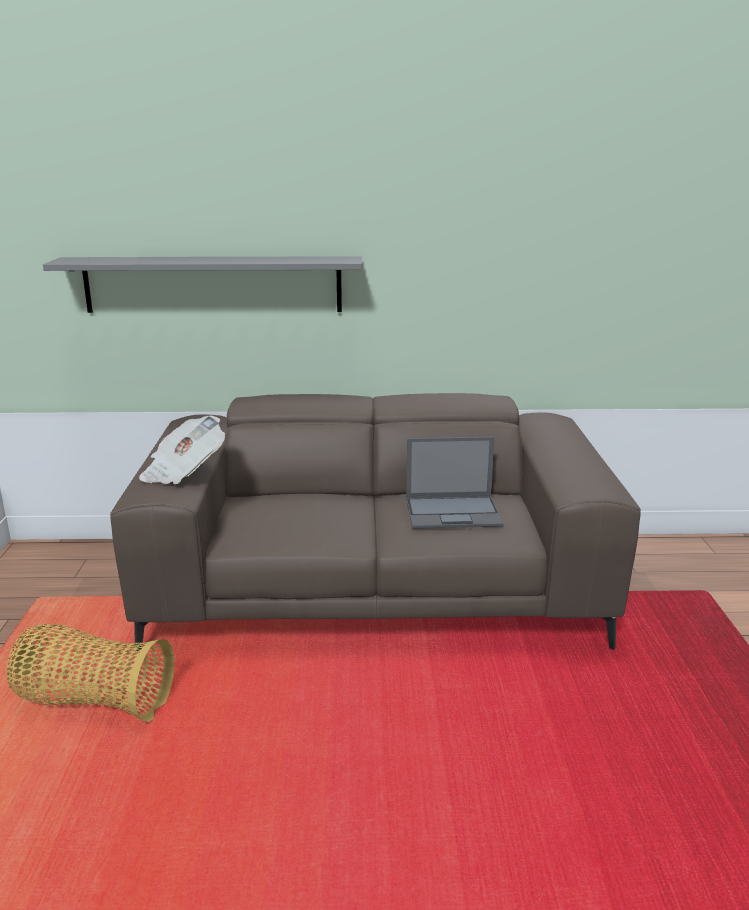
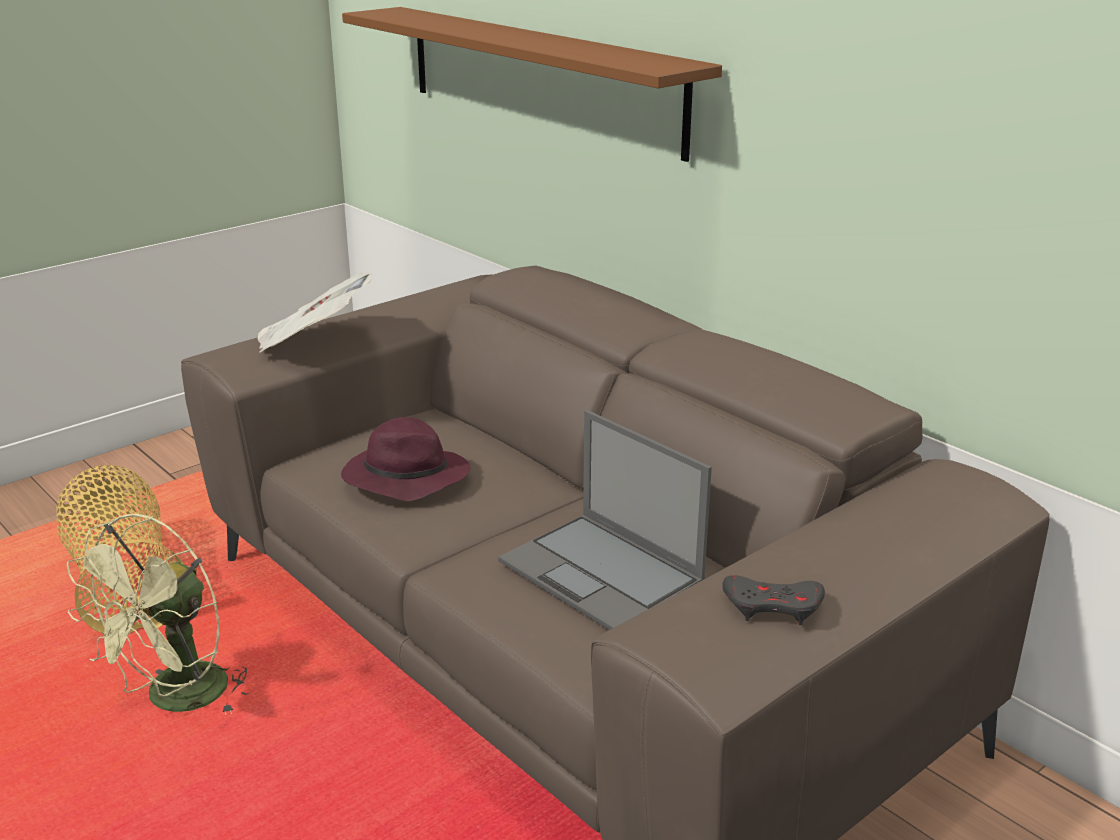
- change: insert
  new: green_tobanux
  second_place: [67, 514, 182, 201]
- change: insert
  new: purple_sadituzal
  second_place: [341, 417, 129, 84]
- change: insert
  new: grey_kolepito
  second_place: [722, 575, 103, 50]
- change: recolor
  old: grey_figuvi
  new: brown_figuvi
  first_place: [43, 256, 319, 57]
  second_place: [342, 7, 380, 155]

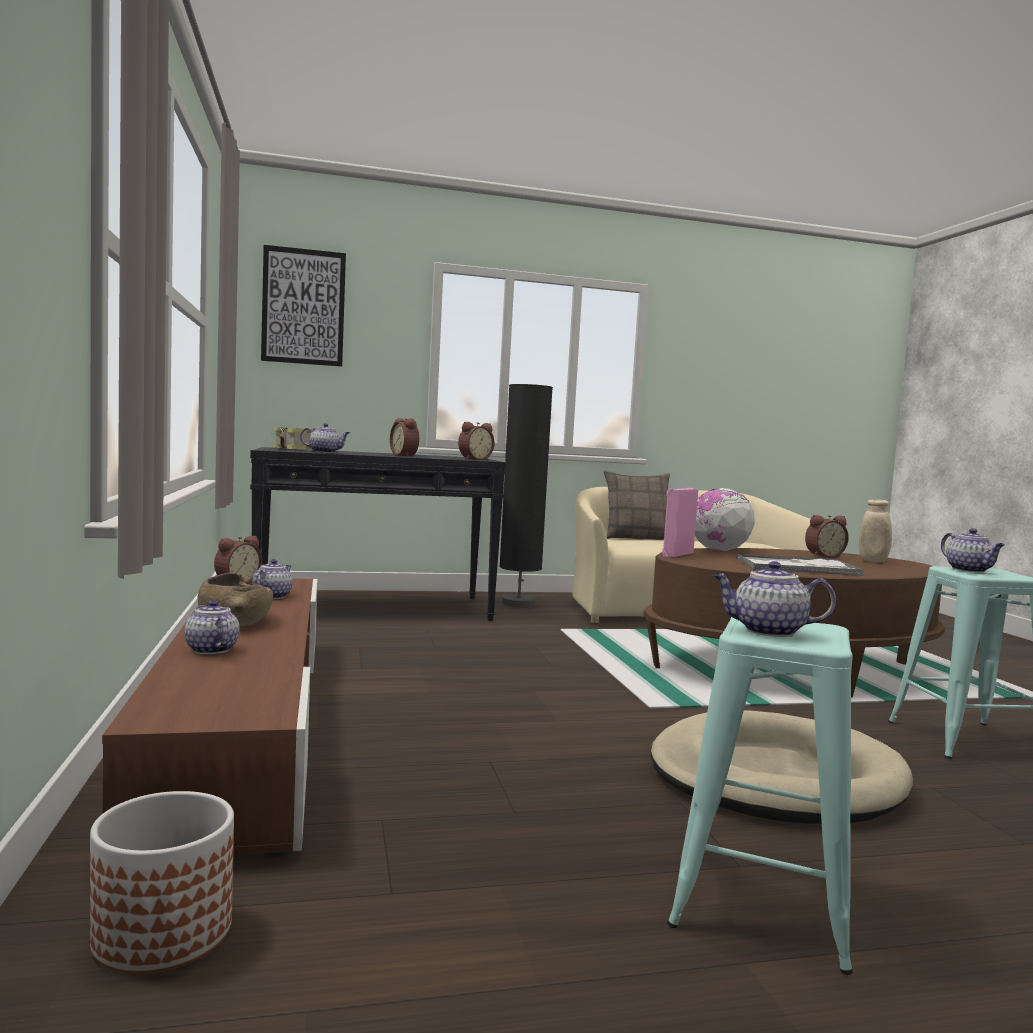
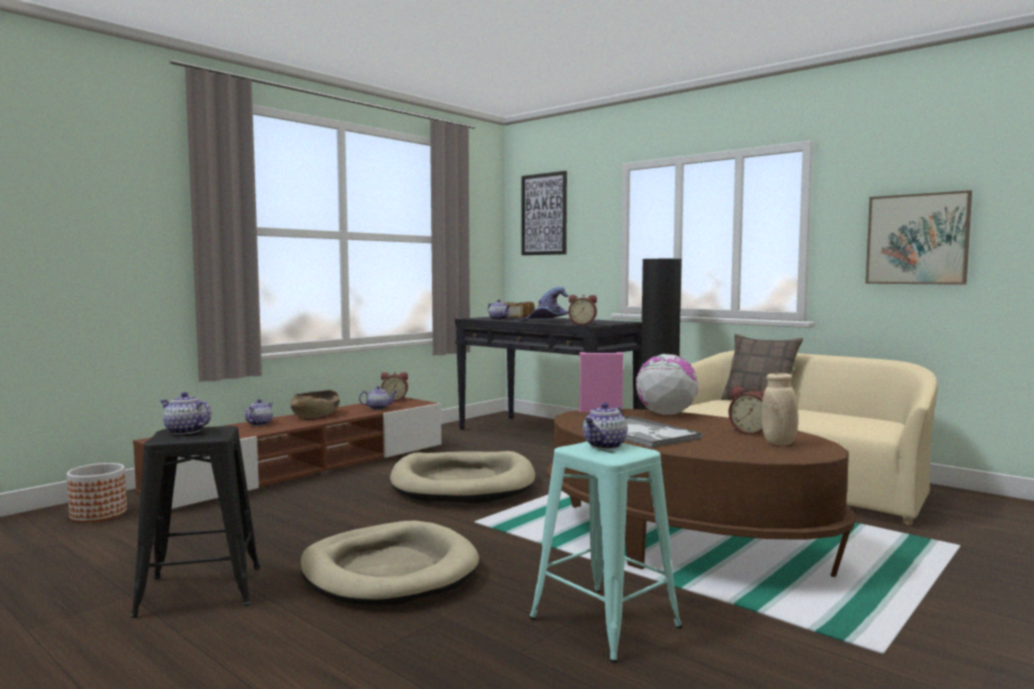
- change: insert
  new: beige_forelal
  second_place: [390, 451, 145, 52]
- change: insert
  new: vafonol
  second_place: [866, 190, 106, 95]
- change: replace
  old: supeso
  new: purple_sadituzal
  first_place: [390, 418, 29, 39]
  second_place: [519, 287, 50, 34]
- change: recolor
  old: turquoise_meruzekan
  new: black_meruzekan
  first_place: [667, 617, 186, 358]
  second_place: [131, 426, 129, 192]
- change: rotate
  old: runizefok
  first_place: [713, 561, 123, 76]
  second_place: [160, 392, 52, 42]
  degrees: -45

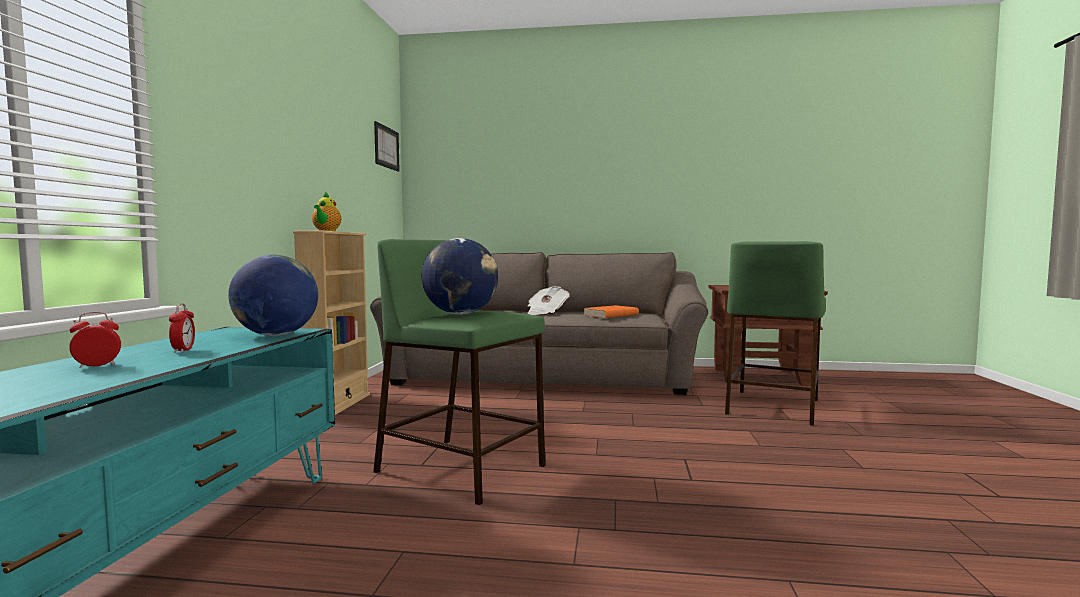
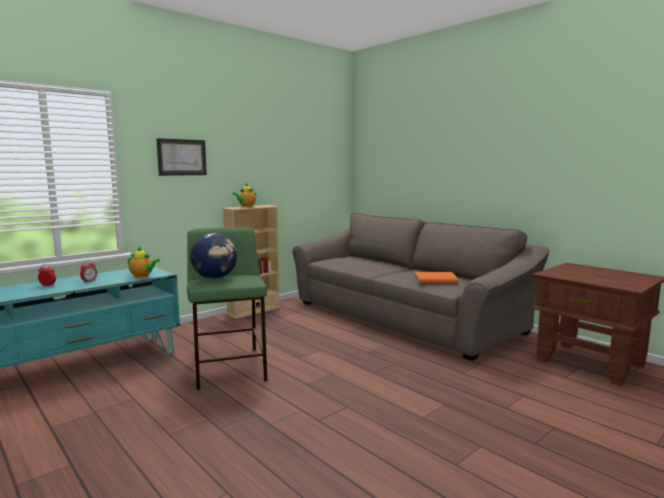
- change: delete
  old: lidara
  first_place: [527, 286, 43, 29]
- change: delete
  old: green_meruzekan
  first_place: [725, 241, 101, 185]
- change: move
  old: vafonol
  first_place: [374, 121, 26, 51]
  second_place: [156, 138, 51, 38]
- change: replace
  old: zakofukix
  new: runizefok
  first_place: [228, 255, 90, 81]
  second_place: [128, 246, 32, 32]

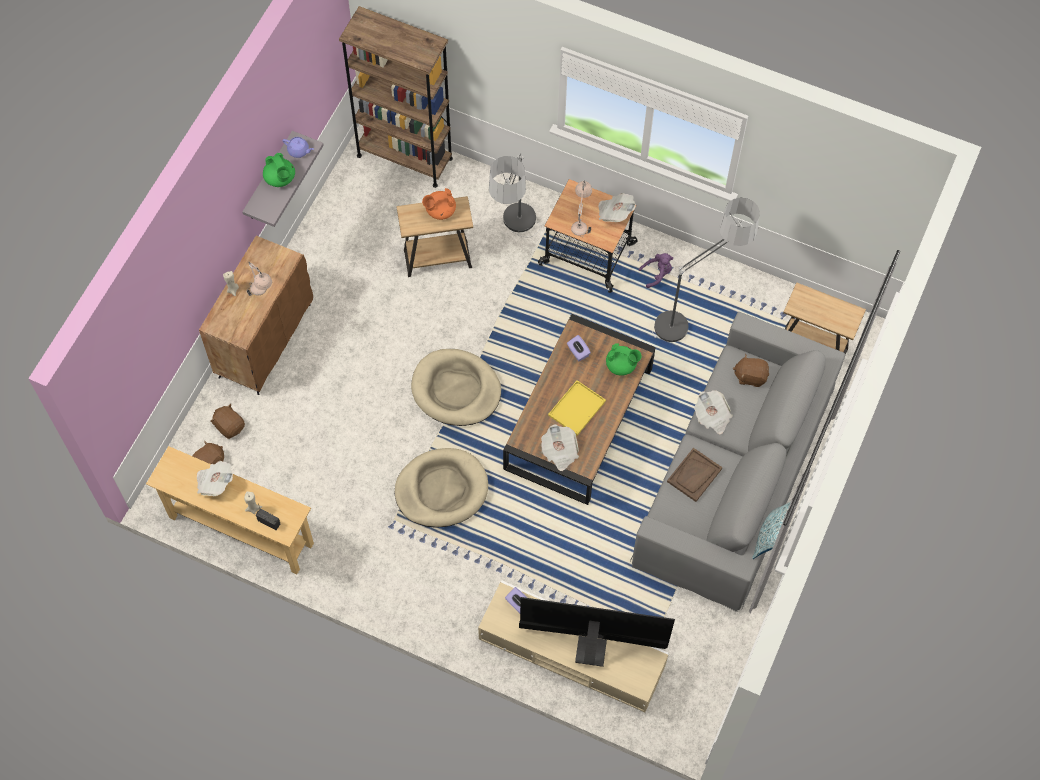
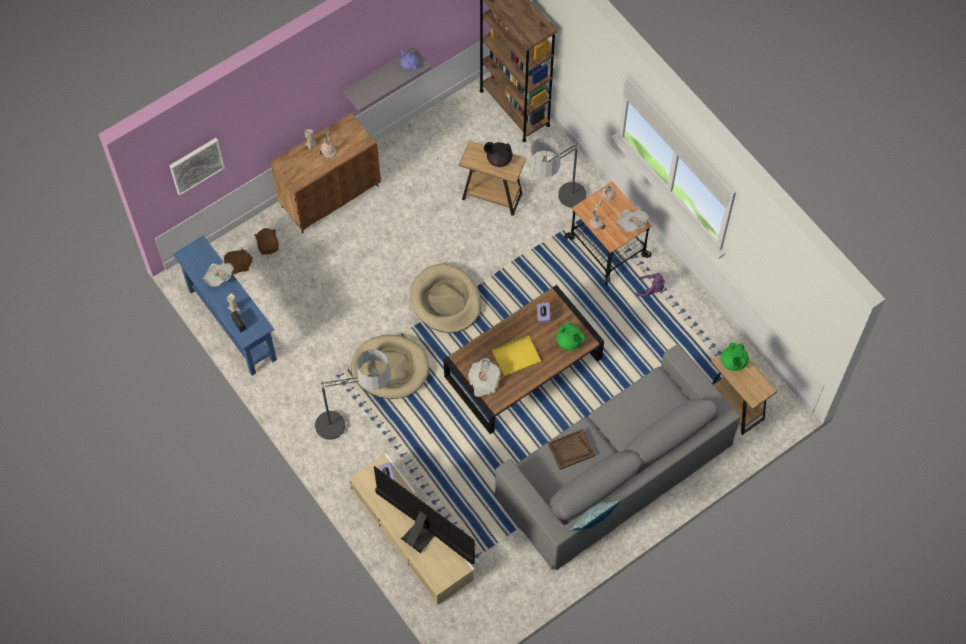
- change: delete
  old: lidara
  first_place: [694, 390, 39, 44]
- change: delete
  old: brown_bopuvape
  first_place: [733, 354, 36, 33]
- change: insert
  new: vafonol
  second_place: [169, 138, 56, 58]
- change: move
  old: green_runizefok
  first_place: [263, 153, 32, 34]
  second_place: [721, 342, 28, 29]
- change: move
  old: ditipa
  first_place: [652, 198, 108, 144]
  second_place: [313, 349, 78, 91]
- change: recolor
  old: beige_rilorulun
  new: blue_rilorulun
  first_place: [146, 446, 168, 128]
  second_place: [172, 236, 105, 140]
- change: recolor
  old: orange_runizefok
  new: black_runizefok
  first_place: [422, 188, 34, 32]
  second_place: [484, 142, 29, 25]

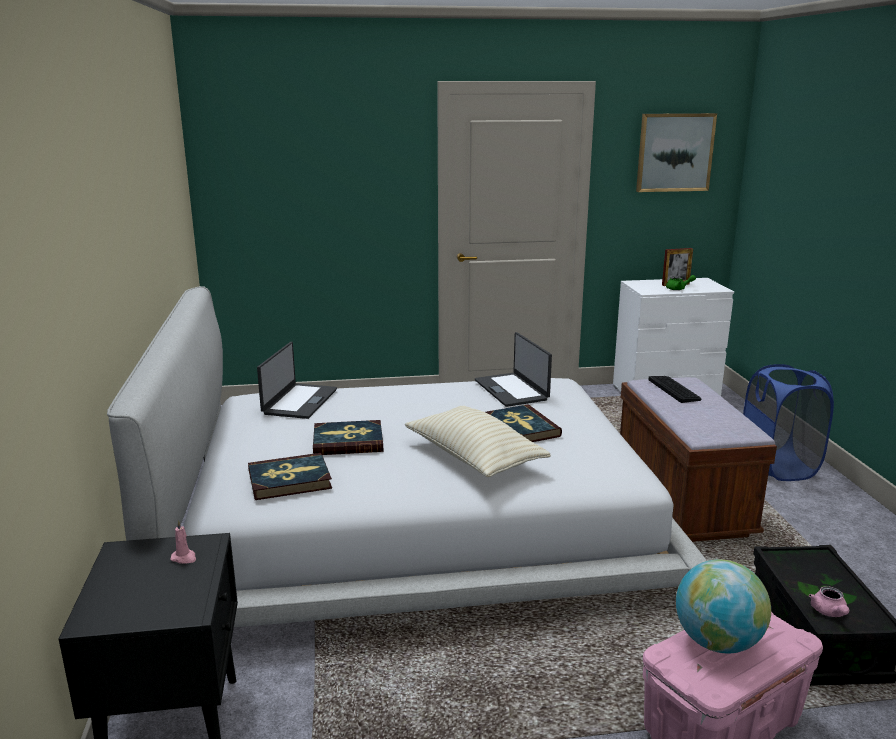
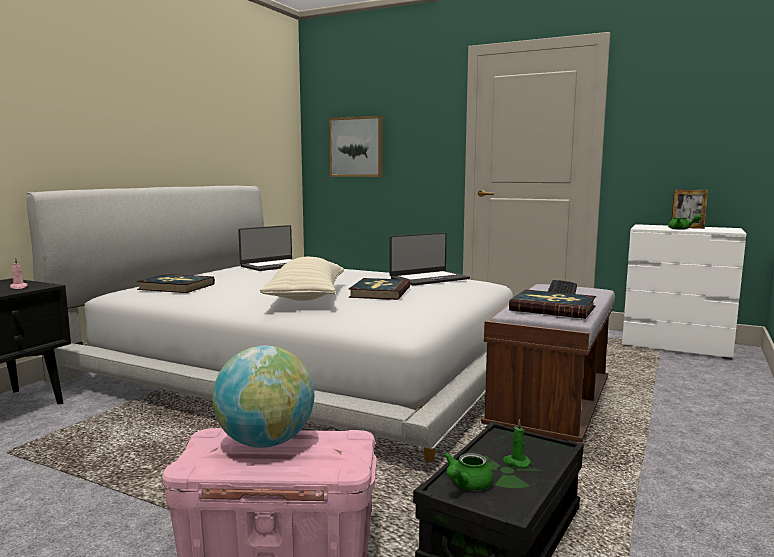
- change: delete
  old: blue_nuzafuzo
  first_place: [743, 364, 91, 117]
- change: insert
  new: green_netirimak
  second_place: [503, 419, 28, 49]
- change: move
  old: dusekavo
  first_place: [313, 420, 70, 35]
  second_place: [509, 289, 87, 30]
- change: move
  old: vafonol
  first_place: [636, 113, 81, 79]
  second_place: [329, 116, 54, 61]
- change: recolor
  old: pink_runizefok
  new: green_runizefok
  first_place: [809, 586, 40, 31]
  second_place: [444, 452, 49, 38]
- change: rotate
  old: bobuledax
  first_place: [475, 332, 77, 75]
  second_place: [390, 232, 80, 54]
  degrees: -135

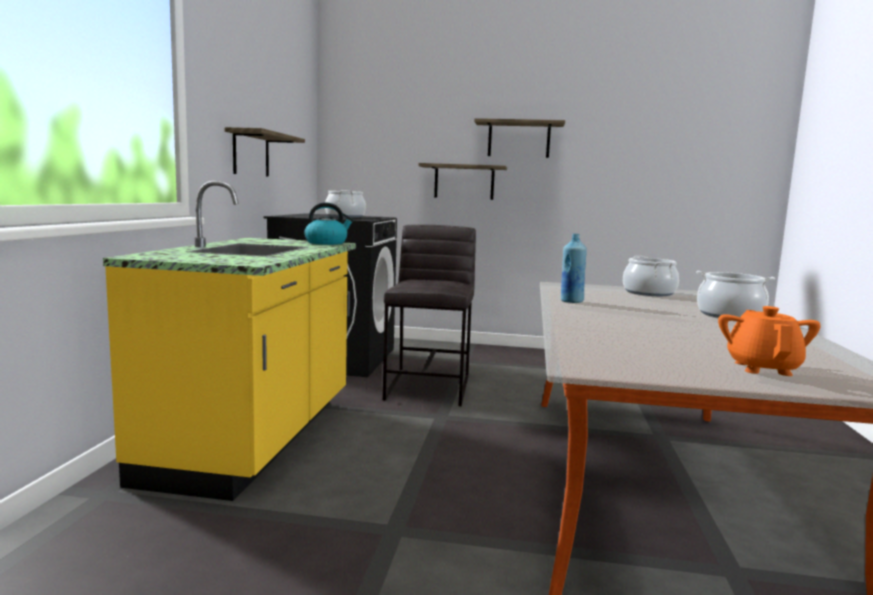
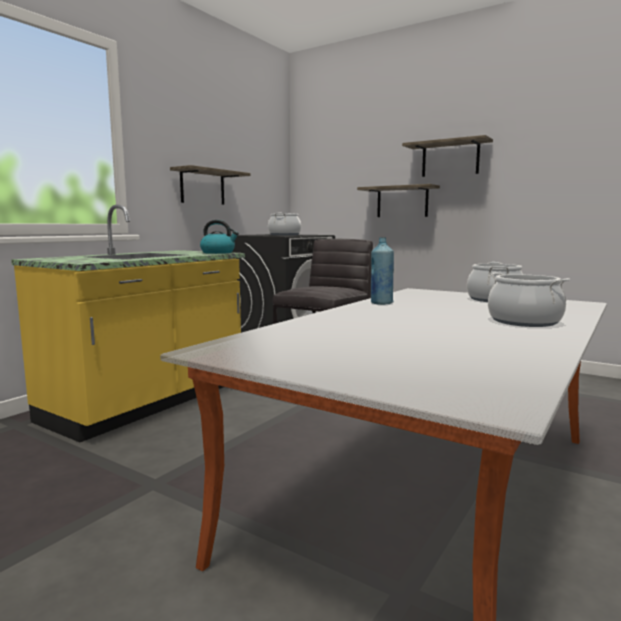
- change: delete
  old: orange_runizefok
  first_place: [718, 306, 103, 70]

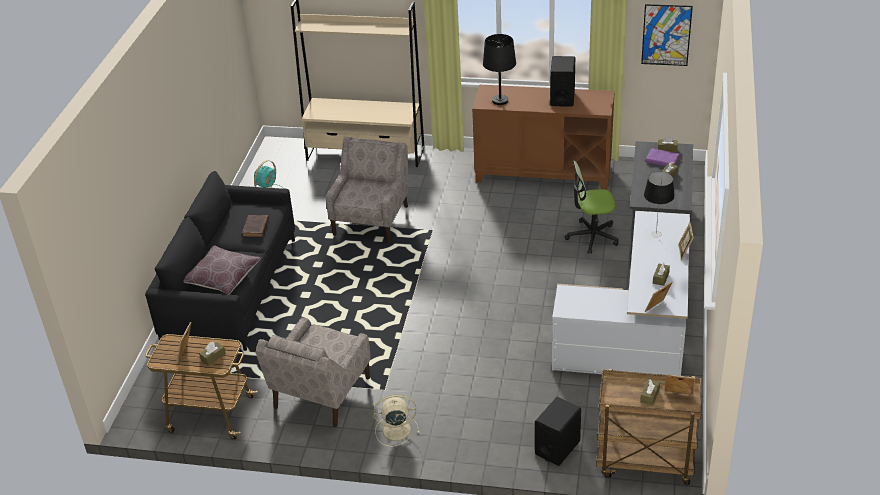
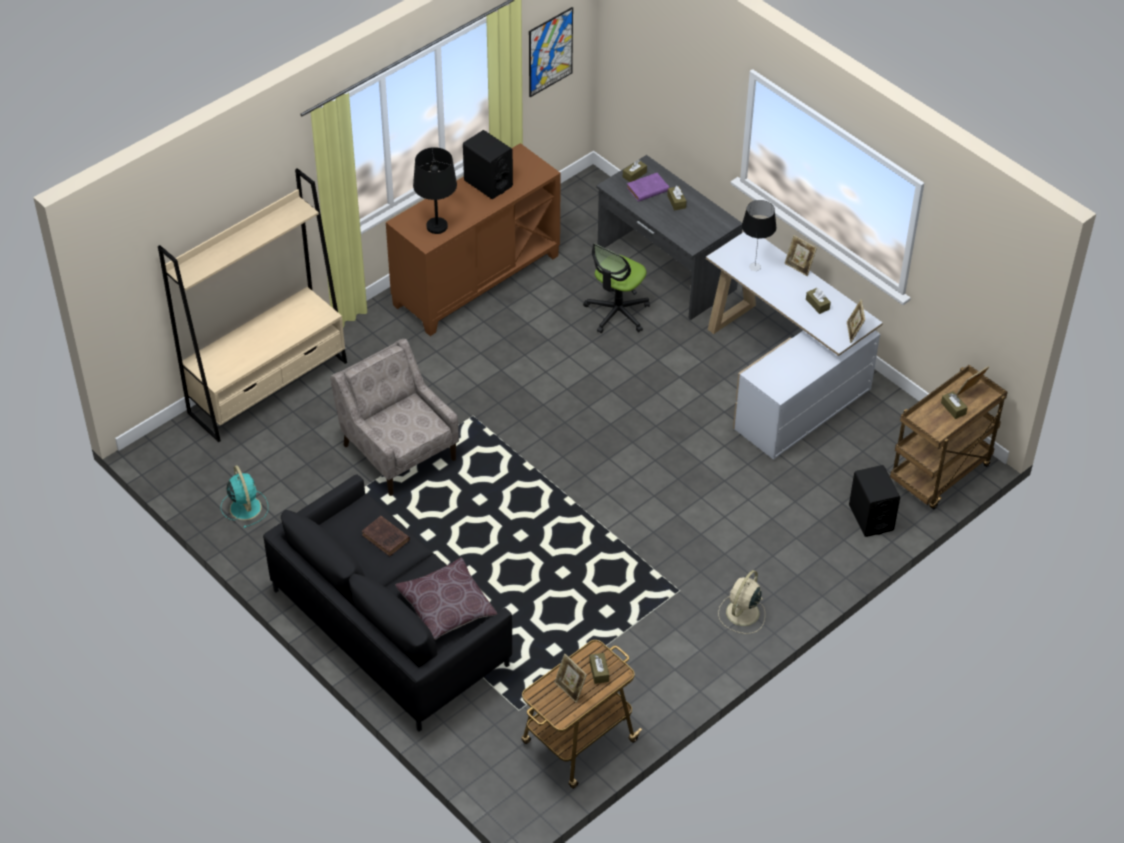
- change: delete
  old: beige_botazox
  first_place: [256, 317, 115, 110]

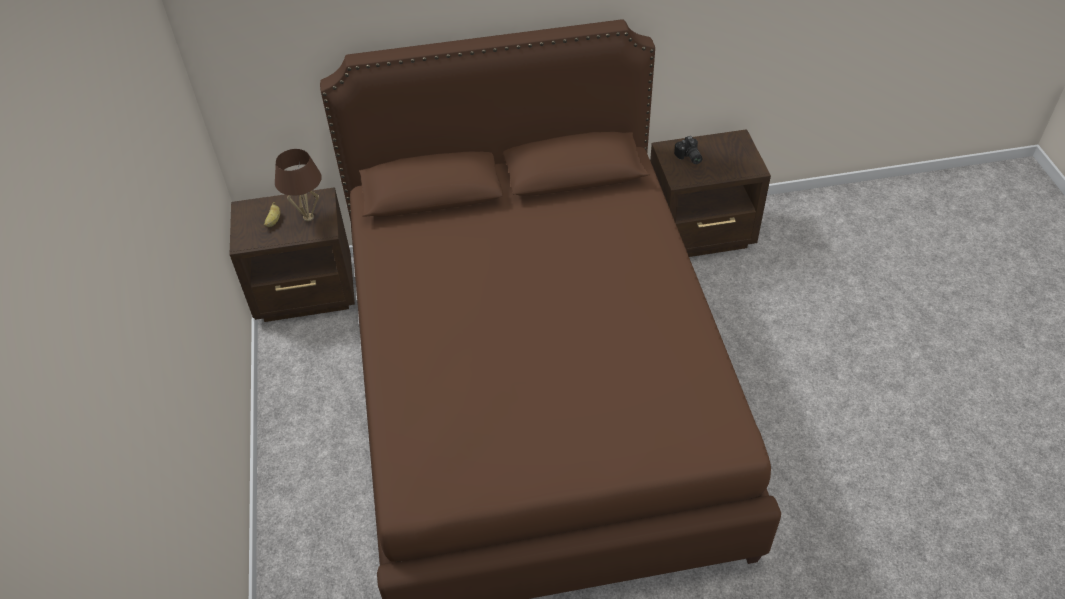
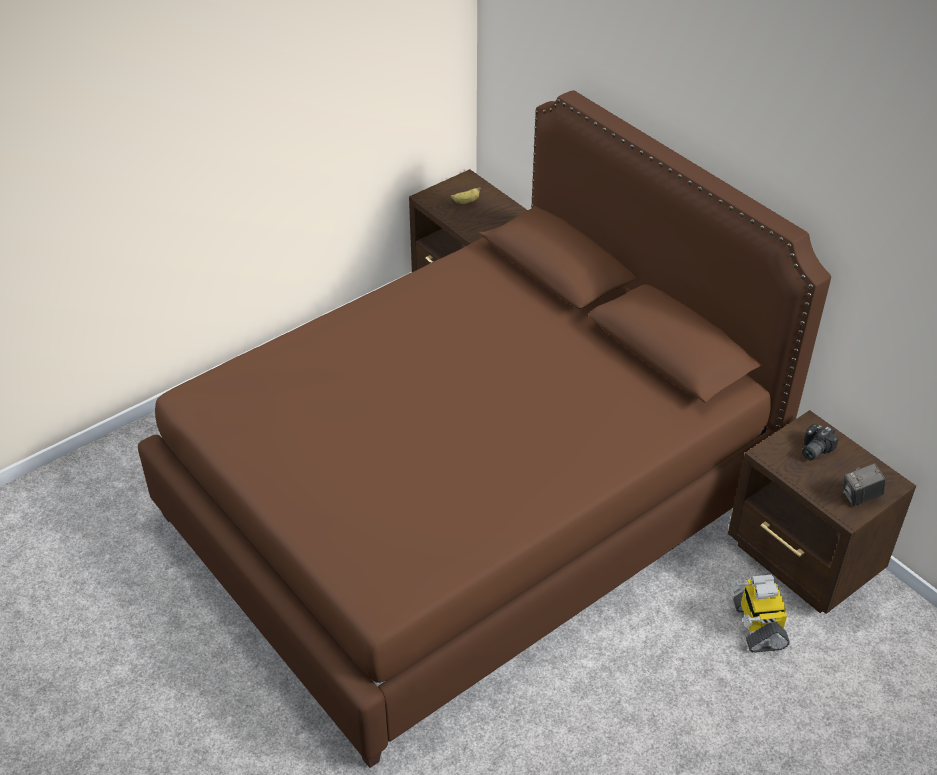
- change: delete
  old: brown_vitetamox
  first_place: [275, 149, 47, 72]
- change: insert
  new: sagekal
  second_place: [731, 574, 59, 79]
- change: insert
  new: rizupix
  second_place: [843, 463, 43, 43]

